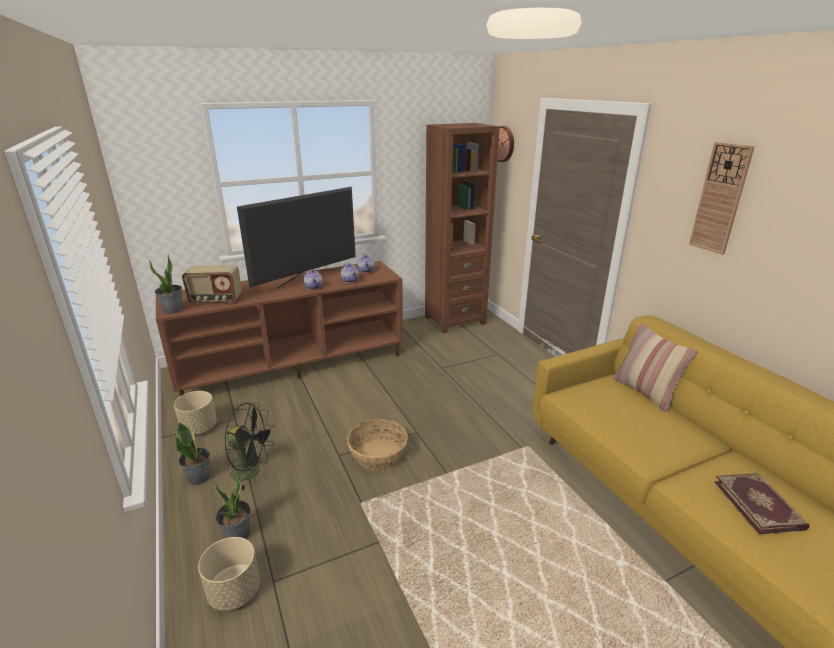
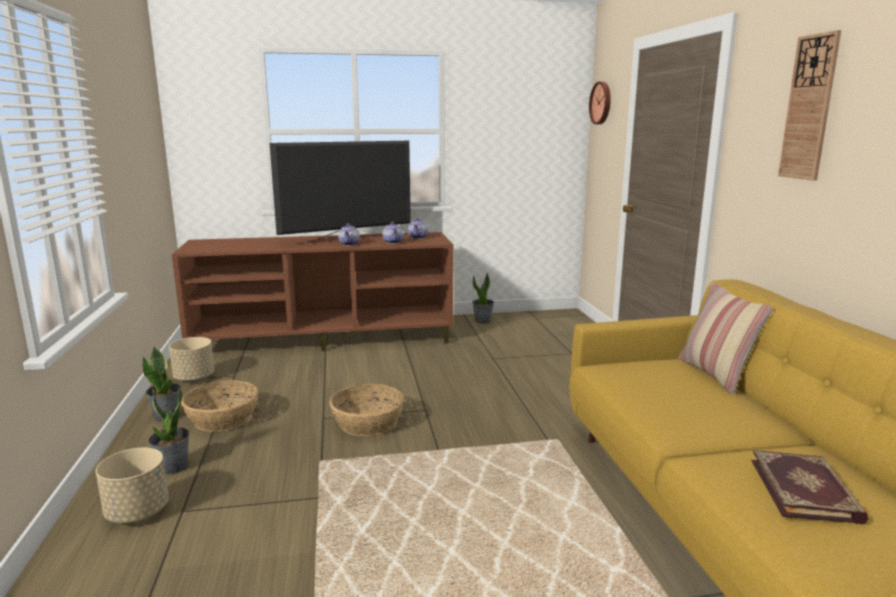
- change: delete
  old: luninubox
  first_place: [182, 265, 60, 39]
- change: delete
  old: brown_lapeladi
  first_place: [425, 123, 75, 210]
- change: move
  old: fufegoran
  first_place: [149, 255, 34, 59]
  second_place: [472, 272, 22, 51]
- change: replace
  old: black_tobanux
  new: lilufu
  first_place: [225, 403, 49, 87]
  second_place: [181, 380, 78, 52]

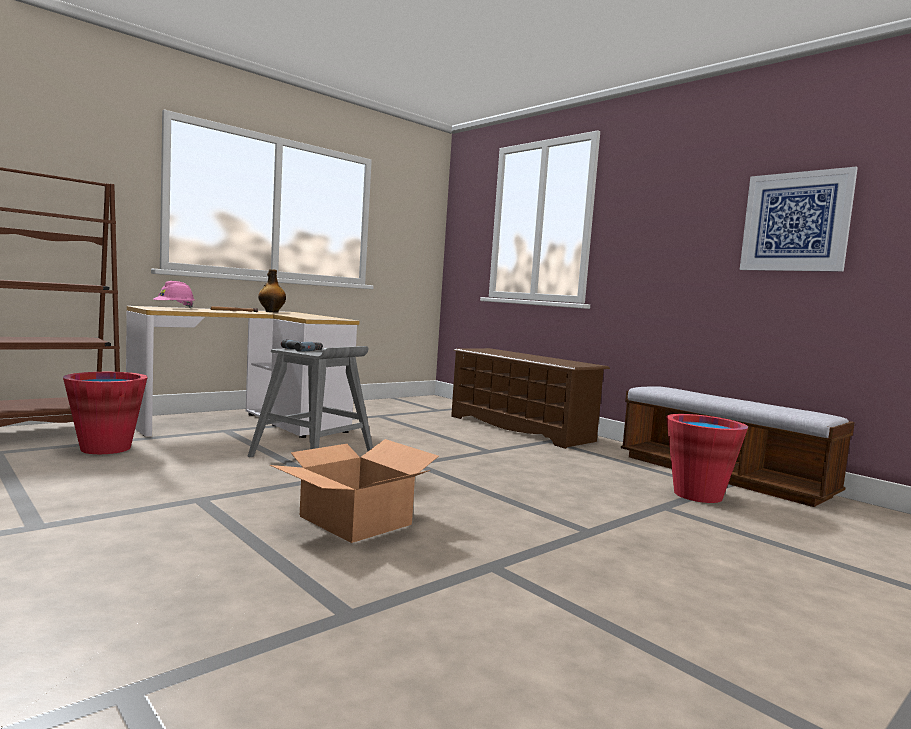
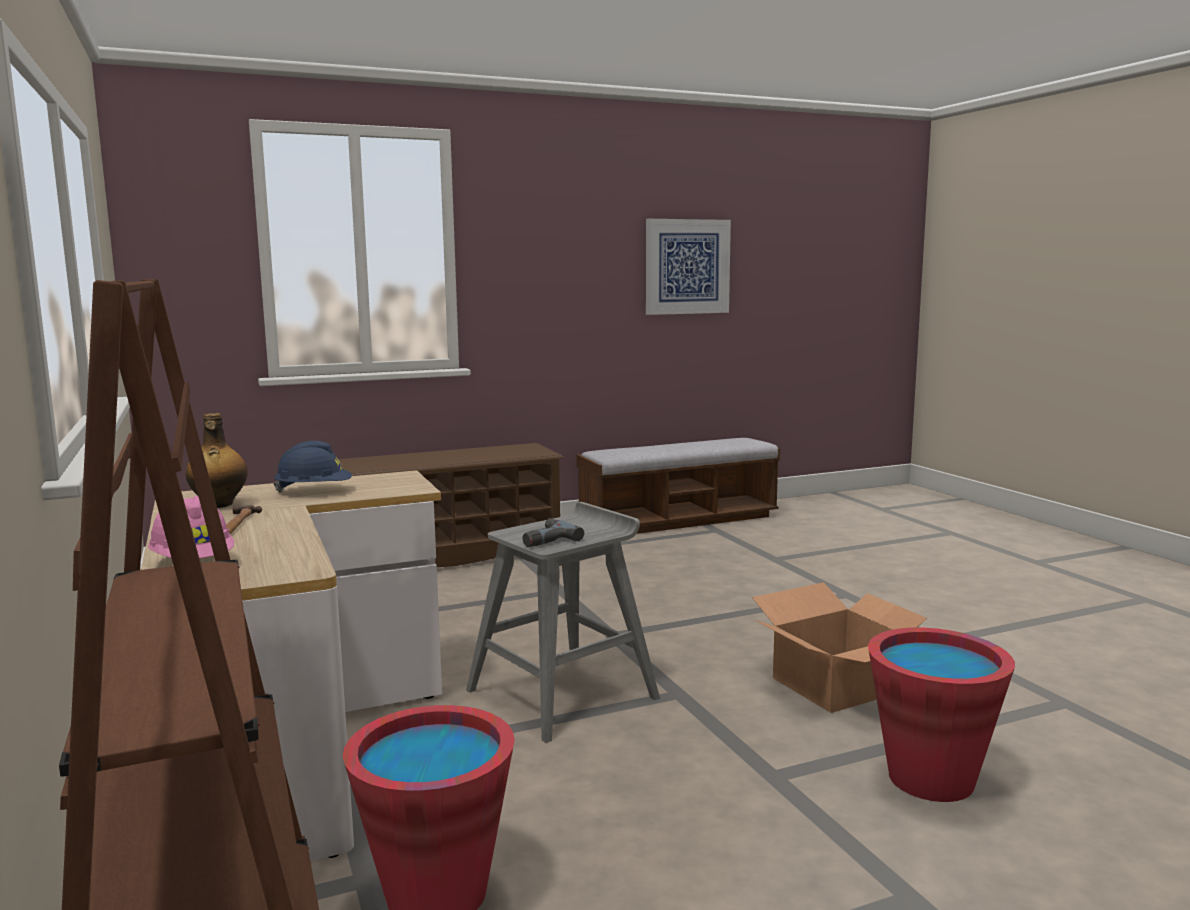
- change: insert
  new: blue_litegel
  second_place: [273, 441, 79, 52]
- change: move
  old: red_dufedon
  first_place: [666, 414, 82, 89]
  second_place: [868, 628, 147, 174]

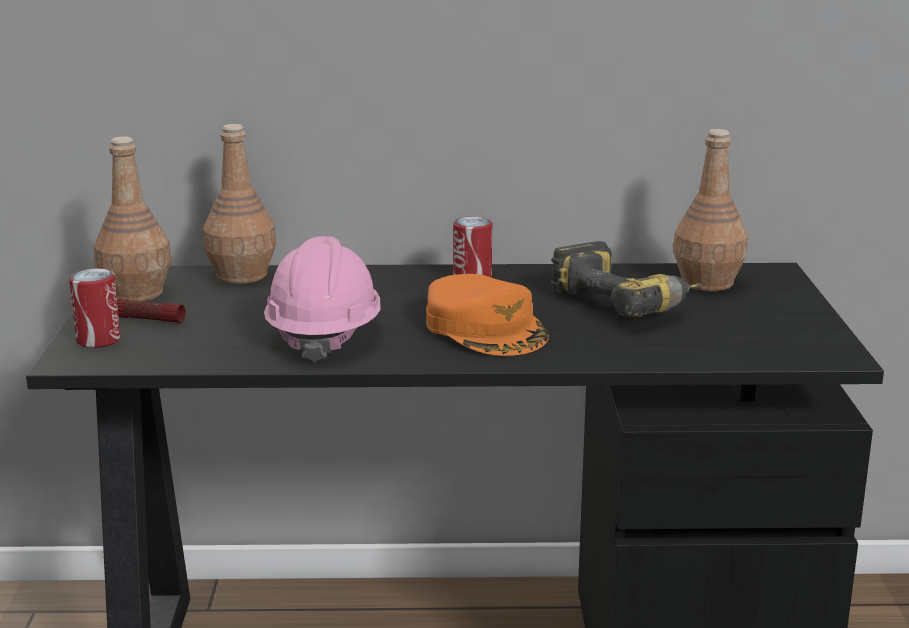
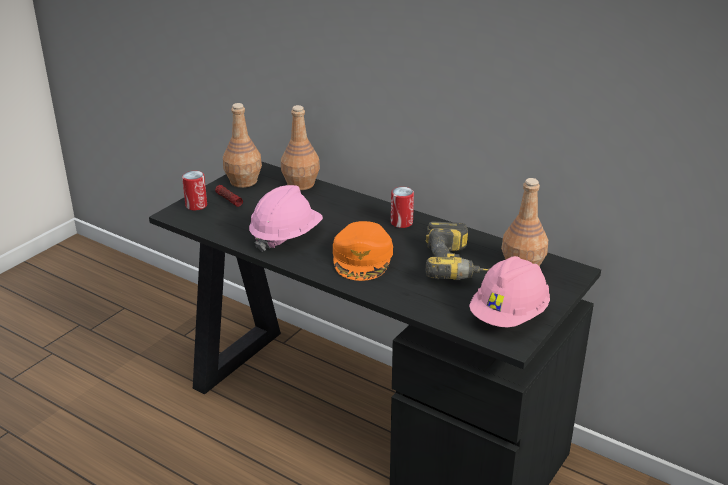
- change: insert
  new: pink_litegel
  second_place: [469, 256, 81, 71]

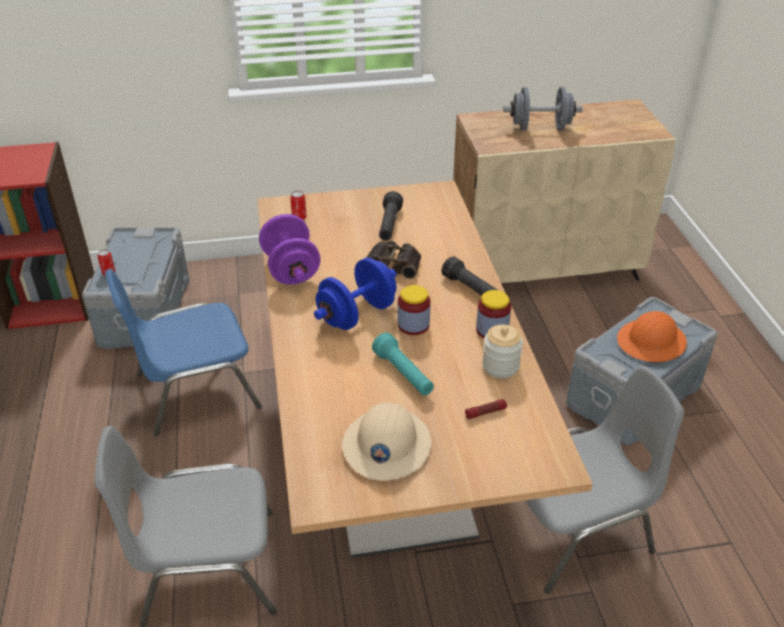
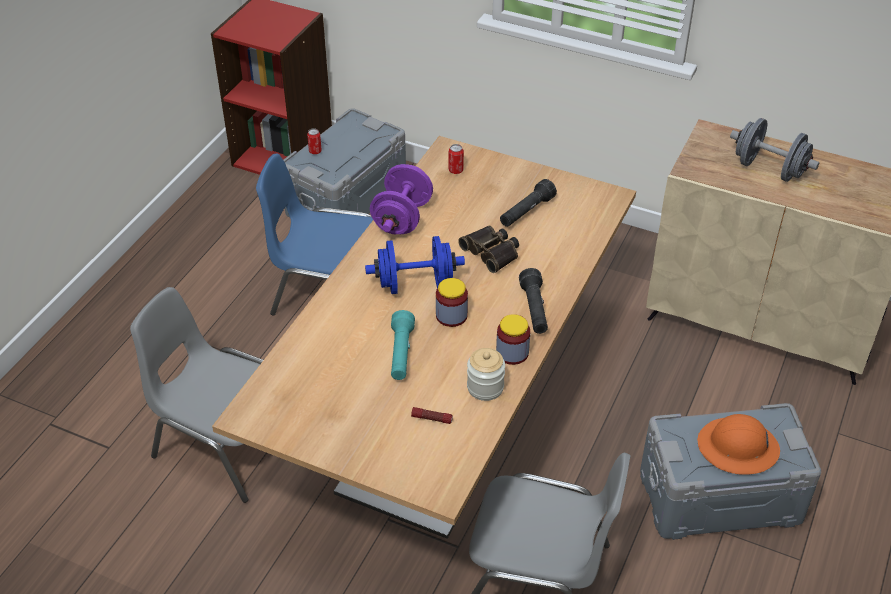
- change: delete
  old: beige_litegel
  first_place: [342, 402, 89, 79]

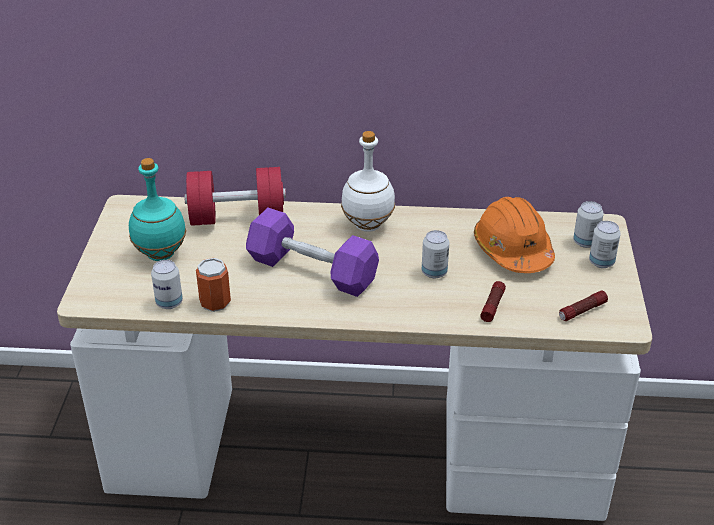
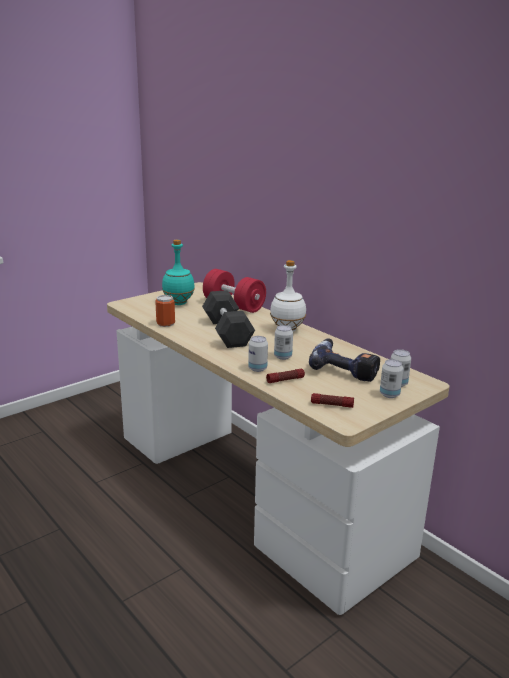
- change: move
  old: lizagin
  first_place: [151, 260, 32, 49]
  second_place: [248, 336, 20, 36]
- change: replace
  old: orange_litegel
  new: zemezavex
  first_place: [474, 197, 81, 76]
  second_place: [309, 338, 71, 44]
- change: recolor
  old: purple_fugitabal
  new: black_fugitabal
  first_place: [246, 208, 133, 89]
  second_place: [202, 290, 53, 58]

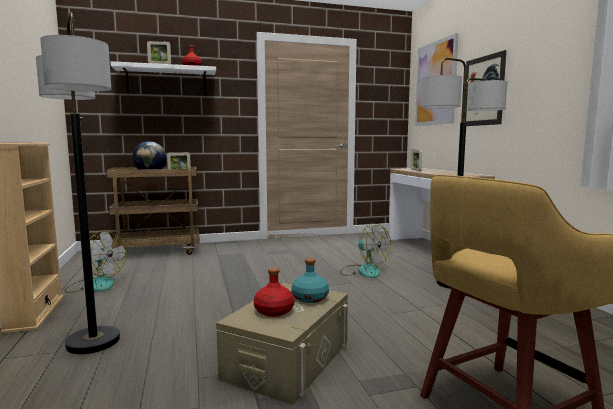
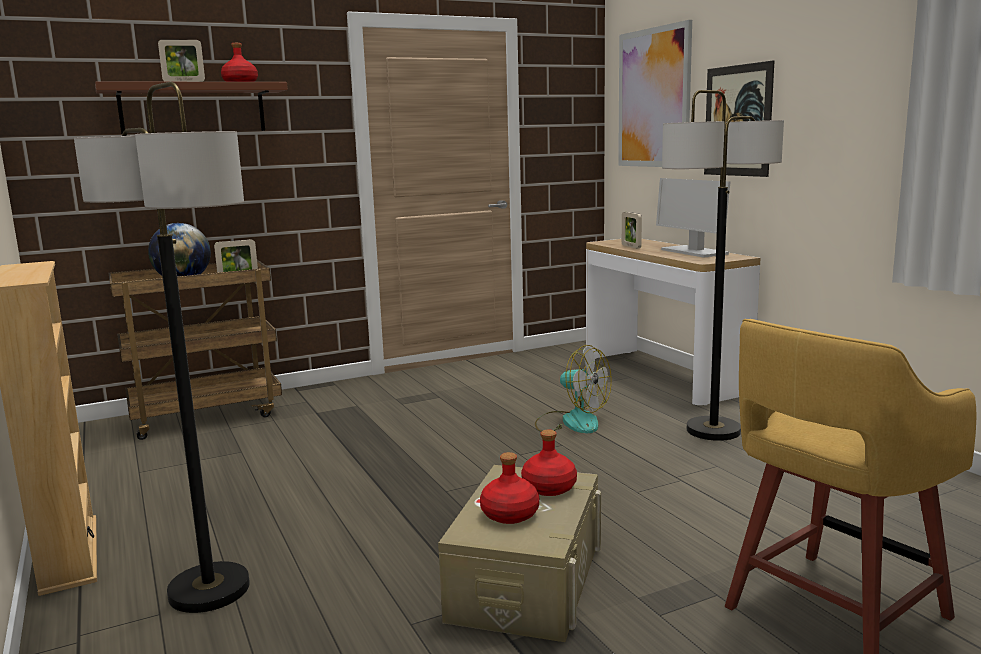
- change: delete
  old: tobanux
  first_place: [65, 231, 62, 62]
- change: insert
  new: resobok
  second_place: [656, 178, 74, 80]
- change: recolor
  old: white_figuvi
  new: brown_figuvi
  first_place: [111, 61, 105, 34]
  second_place: [95, 81, 193, 53]
- change: recolor
  old: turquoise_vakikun
  new: red_vakikun
  first_place: [291, 258, 38, 45]
  second_place: [521, 430, 56, 66]

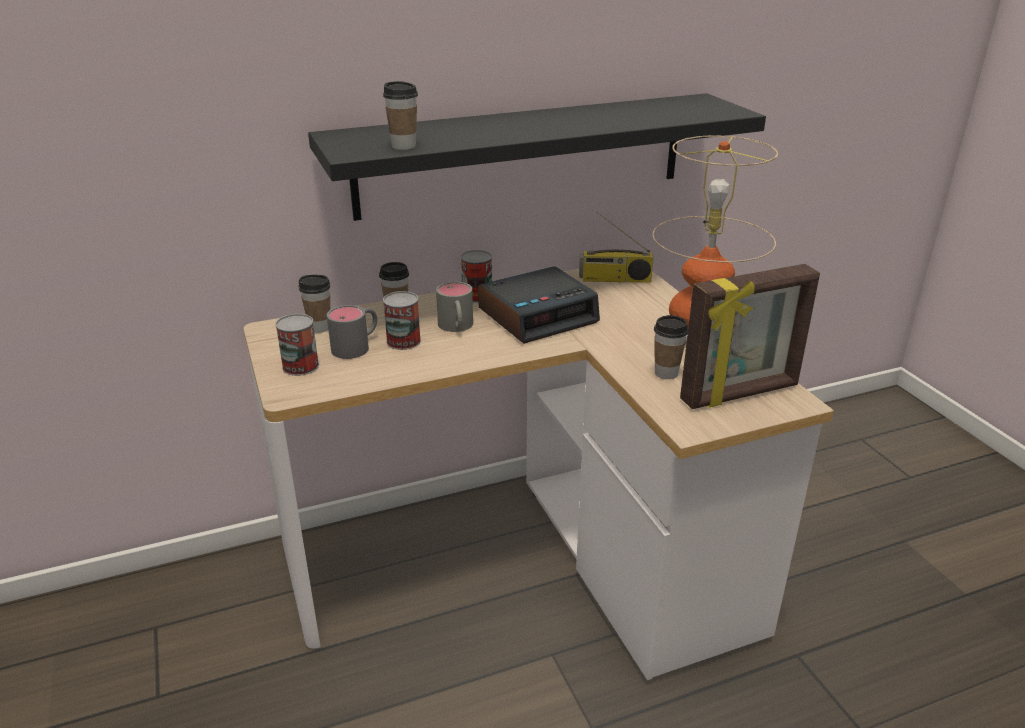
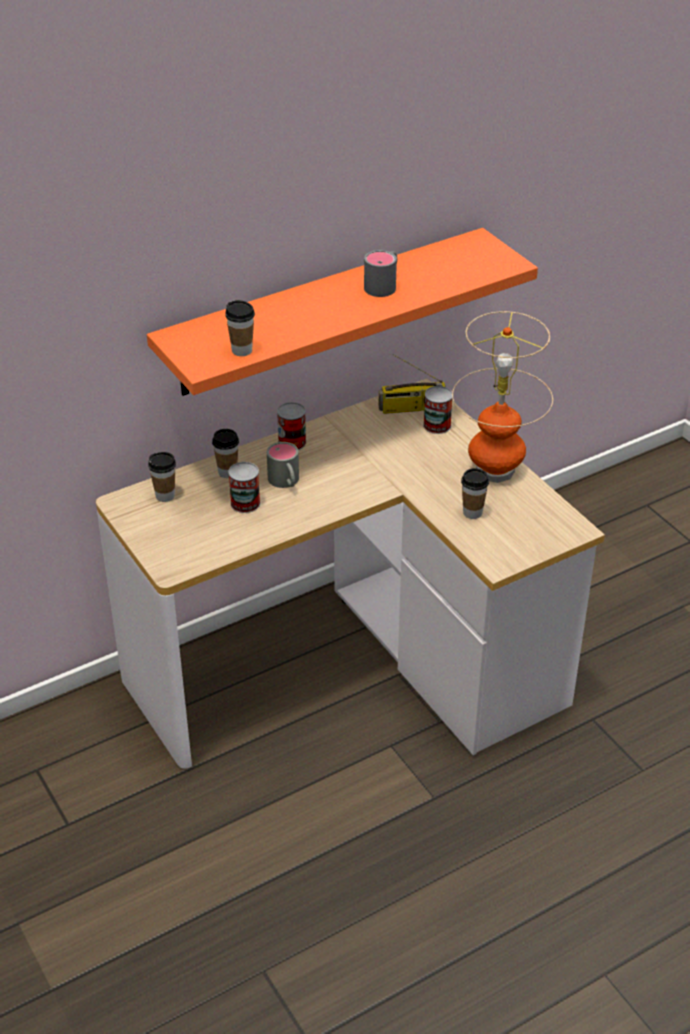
- change: delete
  old: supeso
  first_place: [478, 266, 122, 77]
- change: delete
  old: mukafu
  first_place: [680, 264, 140, 145]
- change: move
  old: lizagin
  first_place: [275, 314, 44, 62]
  second_place: [423, 386, 29, 48]
- change: move
  old: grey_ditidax
  first_place: [327, 305, 50, 54]
  second_place: [364, 250, 33, 47]
- change: recolor
  old: black_figuvi
  new: orange_figuvi
  first_place: [308, 93, 458, 128]
  second_place: [147, 228, 391, 168]

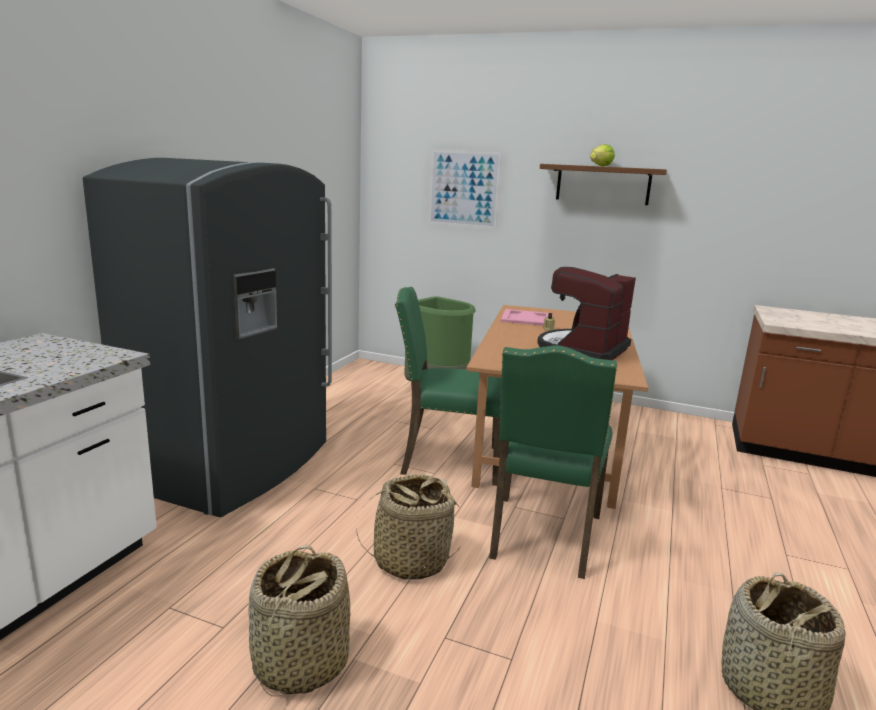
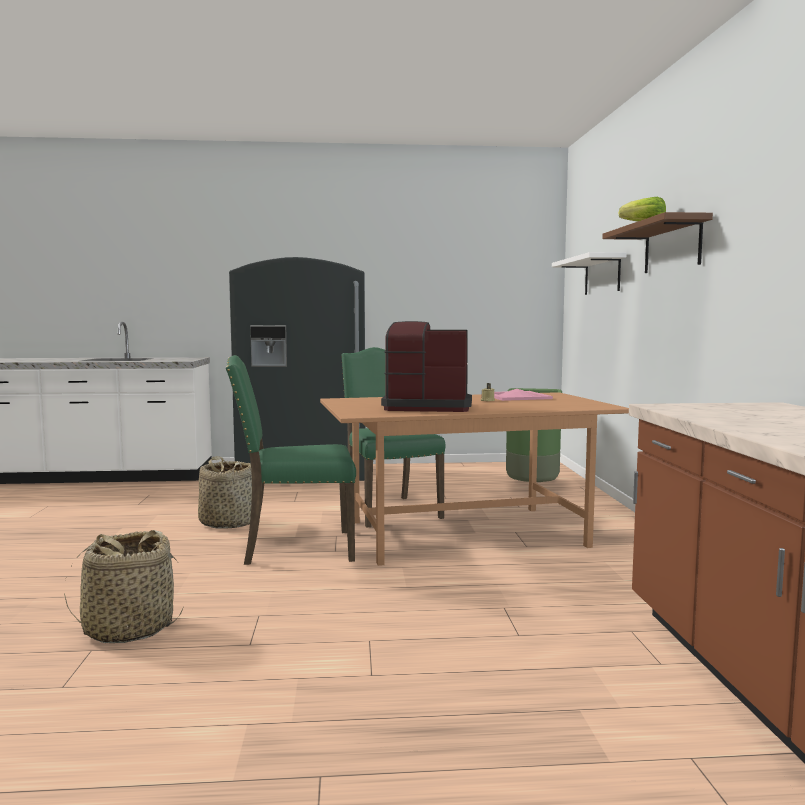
- change: delete
  old: lilufu
  first_place: [248, 545, 103, 151]
- change: replace
  old: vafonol
  new: white_figuvi
  first_place: [429, 150, 73, 79]
  second_place: [552, 252, 75, 43]

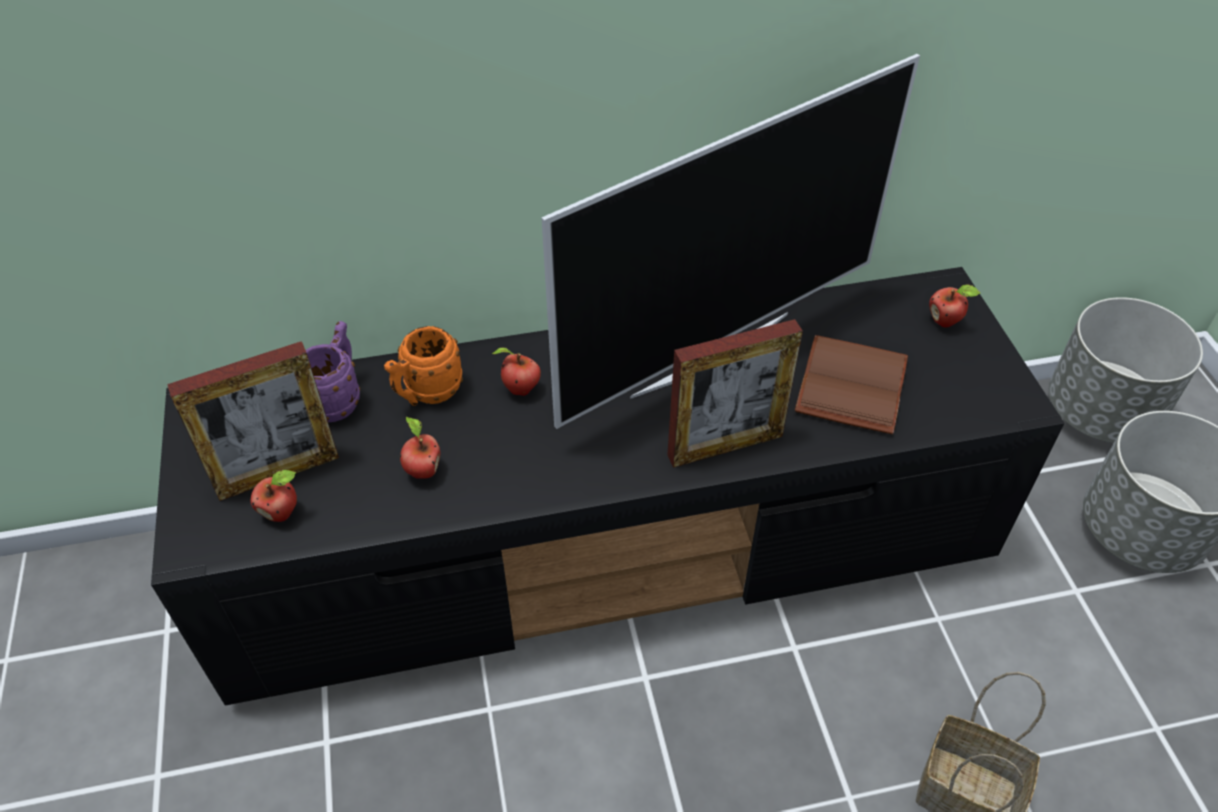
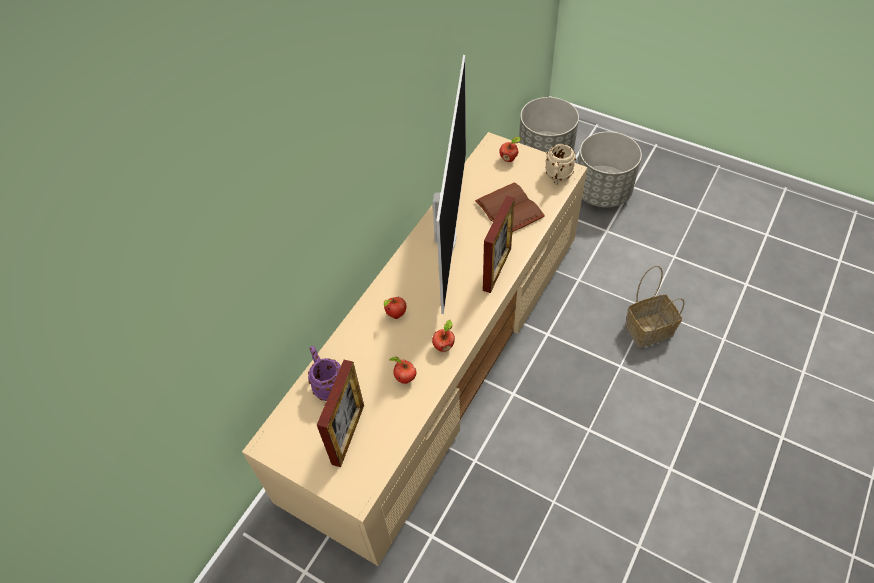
- change: delete
  old: orange_ditidax
  first_place: [384, 326, 79, 80]
- change: insert
  new: beige_ditidax
  second_place: [545, 144, 31, 41]
- change: move
  old: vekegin
  first_place: [251, 470, 46, 52]
  second_place: [432, 320, 23, 32]
- change: recolor
  old: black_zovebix
  new: beige_zovebix
  first_place: [151, 267, 914, 439]
  second_place: [242, 132, 346, 434]

